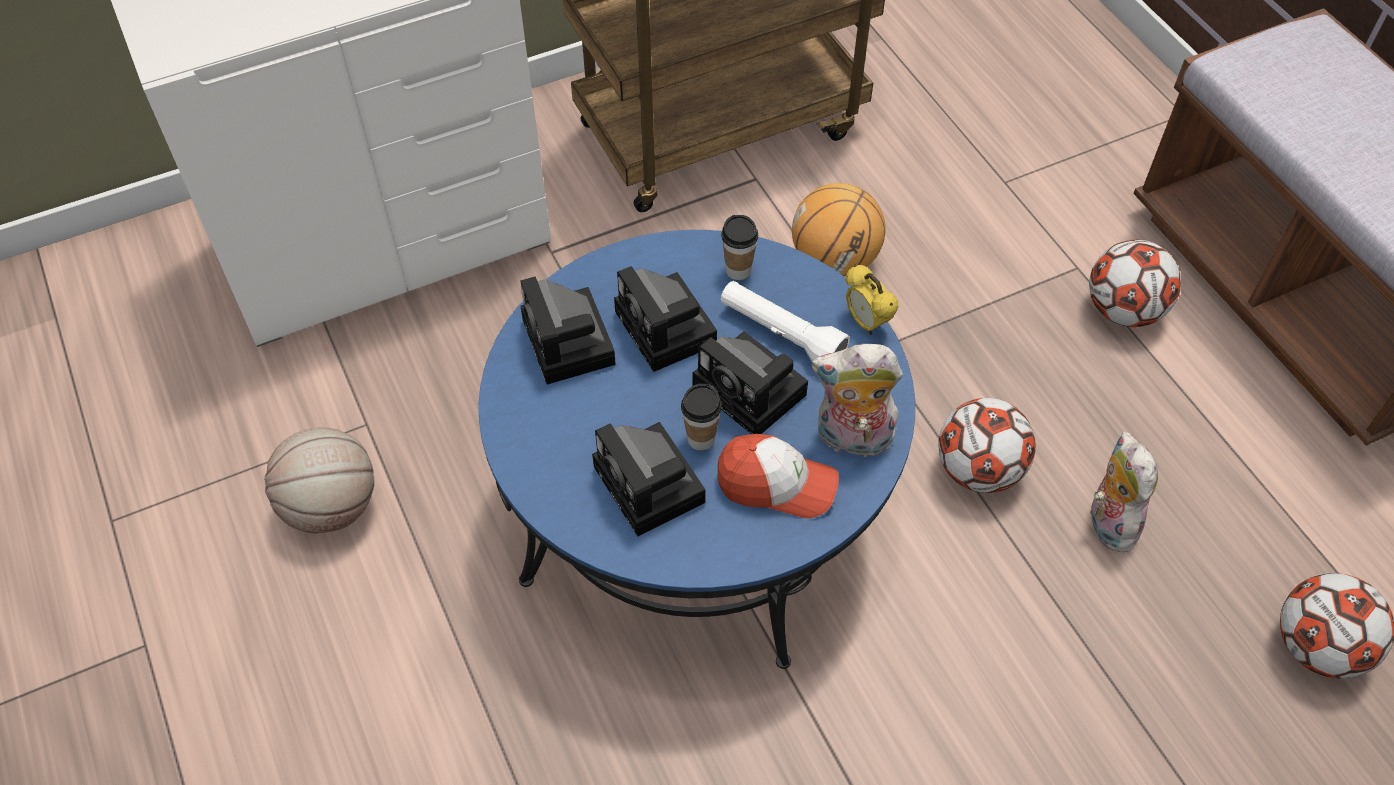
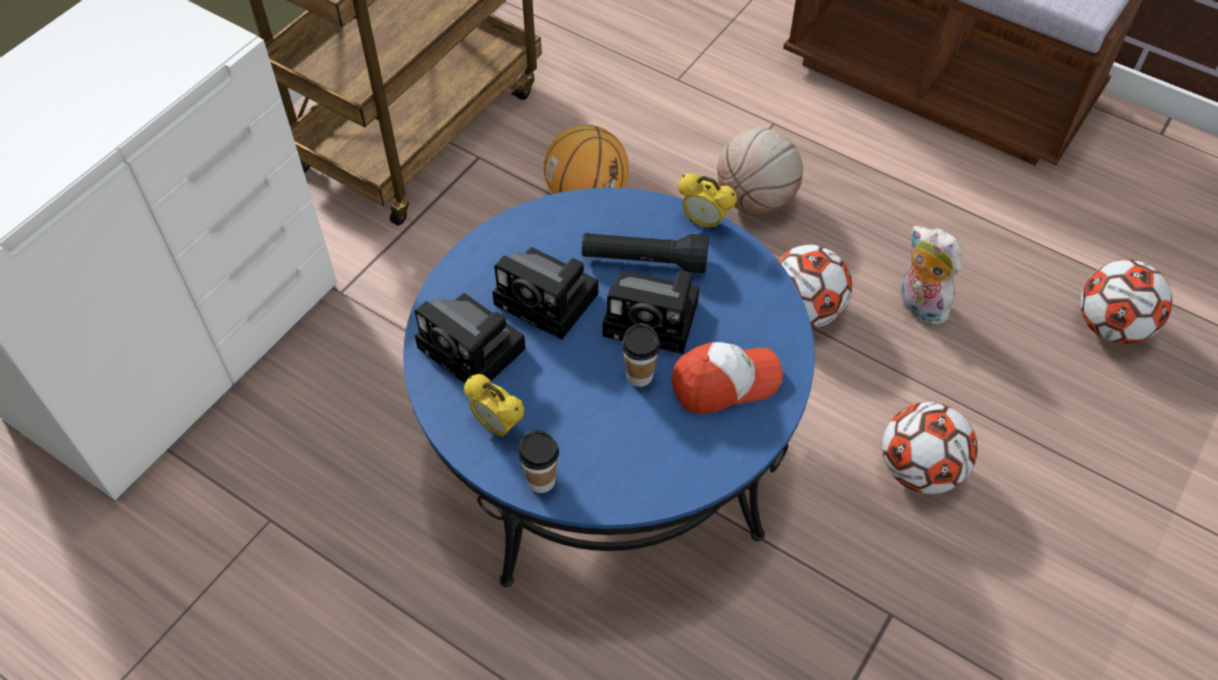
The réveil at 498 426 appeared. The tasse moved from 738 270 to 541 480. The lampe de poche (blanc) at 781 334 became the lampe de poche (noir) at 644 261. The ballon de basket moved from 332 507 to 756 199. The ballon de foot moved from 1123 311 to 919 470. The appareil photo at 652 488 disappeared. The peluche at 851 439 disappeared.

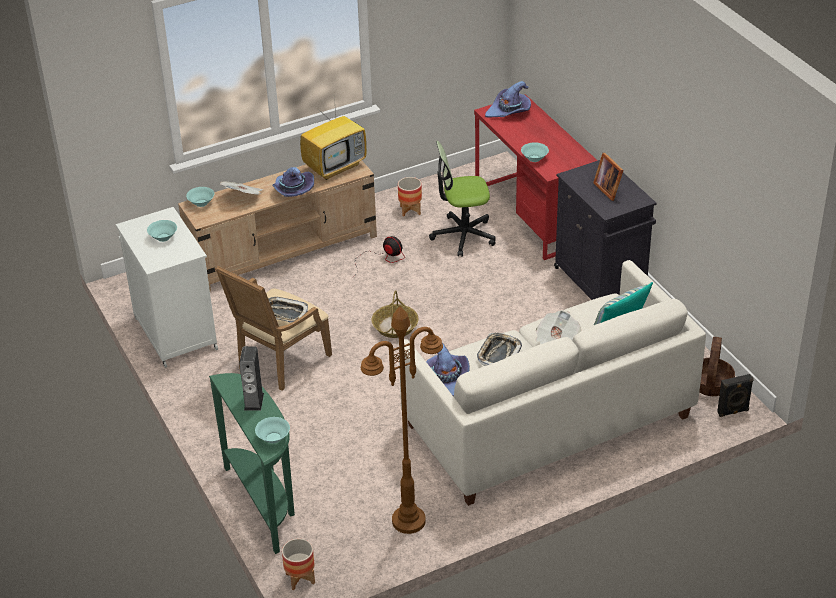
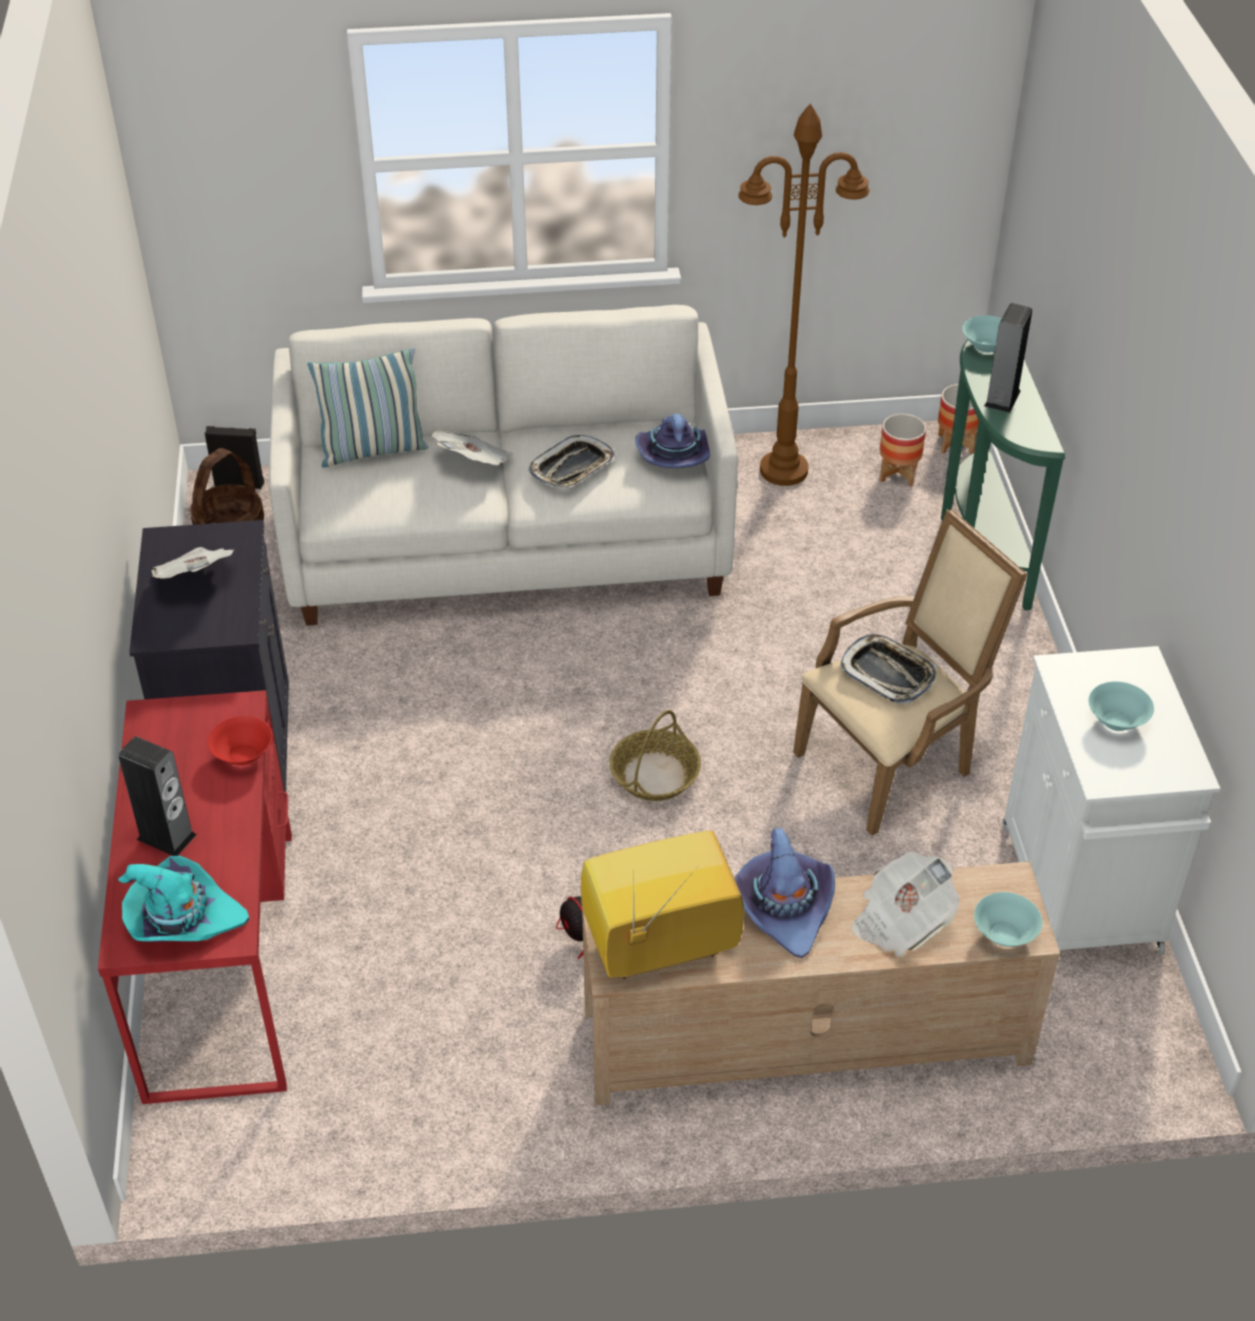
The enceinte at 166 837 appeared. The chapeau (violet) at 509 111 became the chapeau (turquoise) at 181 918. The cadre photo at 609 189 was replaced by the journal at 195 579. The bol (turquoise) at 534 158 became the bol (rouge) at 242 755. The cache-pot moved from 410 210 to 898 474. The chaise de bureau at 463 235 disappeared.

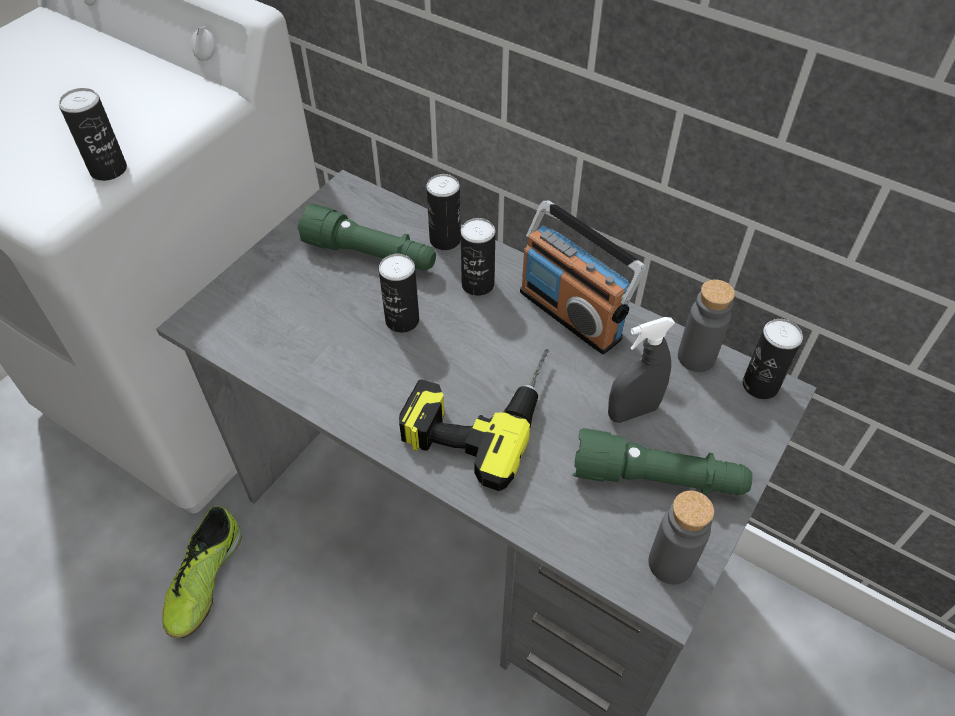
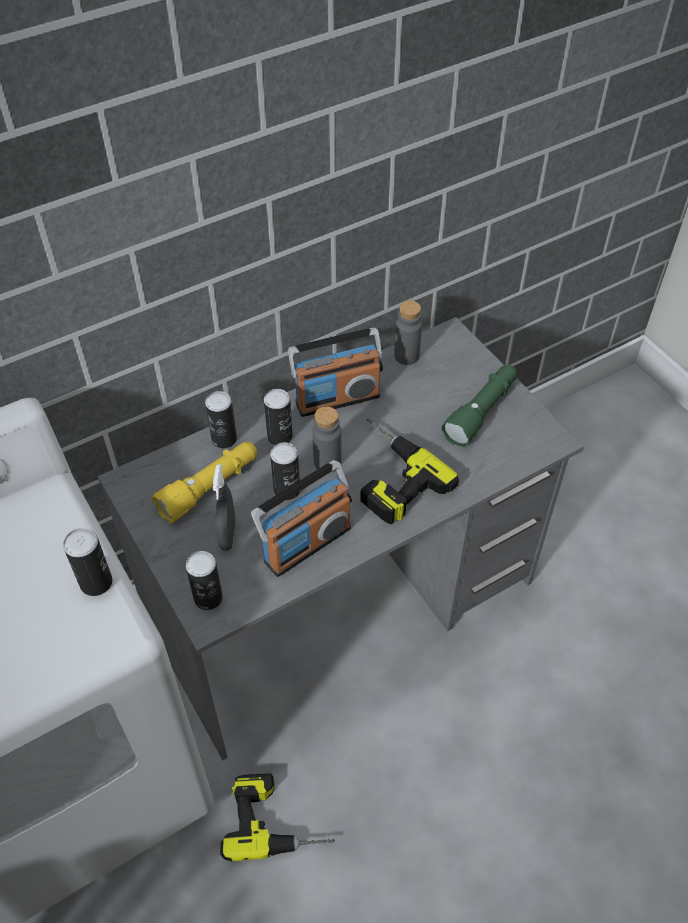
The lampe de poche (vert) at 371 255 became the lampe de poche (jaune) at 210 487. The boîte métallique moved from 760 385 to 208 598. The vaporisateur (gris) moved from 632 412 to 227 536. The chaussure at 204 579 was replaced by the perceuse at 278 819. The radio at 306 543 appeared. The bouteille (gris) moved from 670 563 to 327 462.

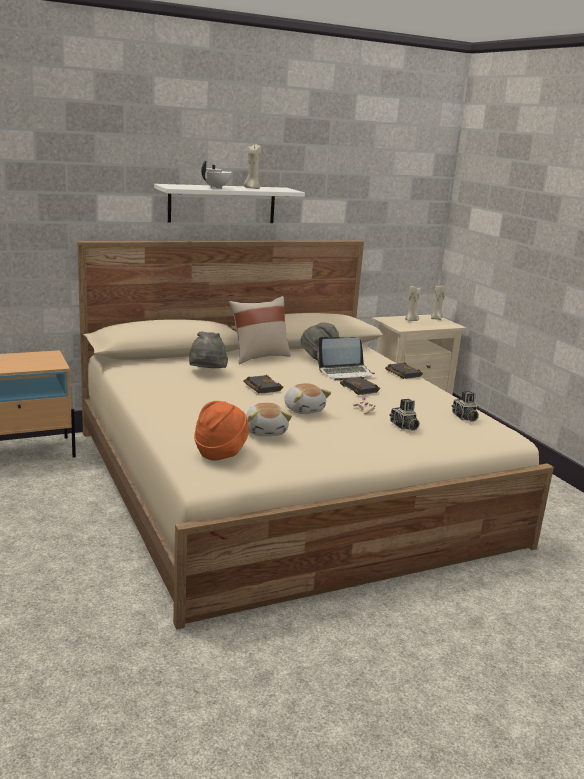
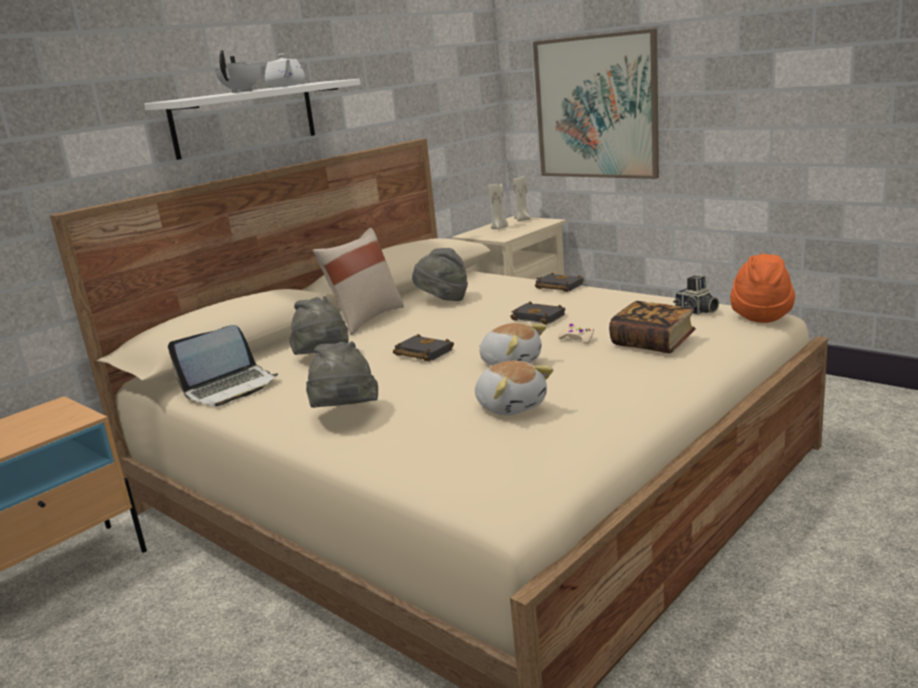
The ordinateur portable moved from 345 373 to 230 387. The bougie (beige) at 251 188 was replaced by the théière (blanc) at 286 86. The chapeau (gris) at 345 415 appeared. The tableau at 596 107 appeared. The appareil photo at 403 426 was replaced by the livre at 652 343. The chapeau (orange) moved from 221 452 to 761 315.

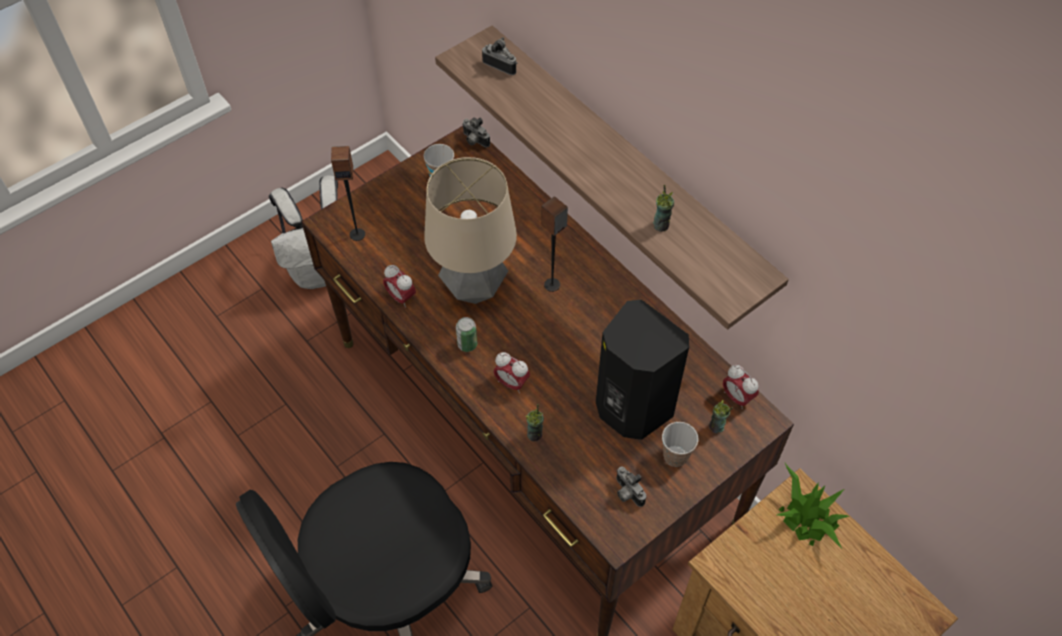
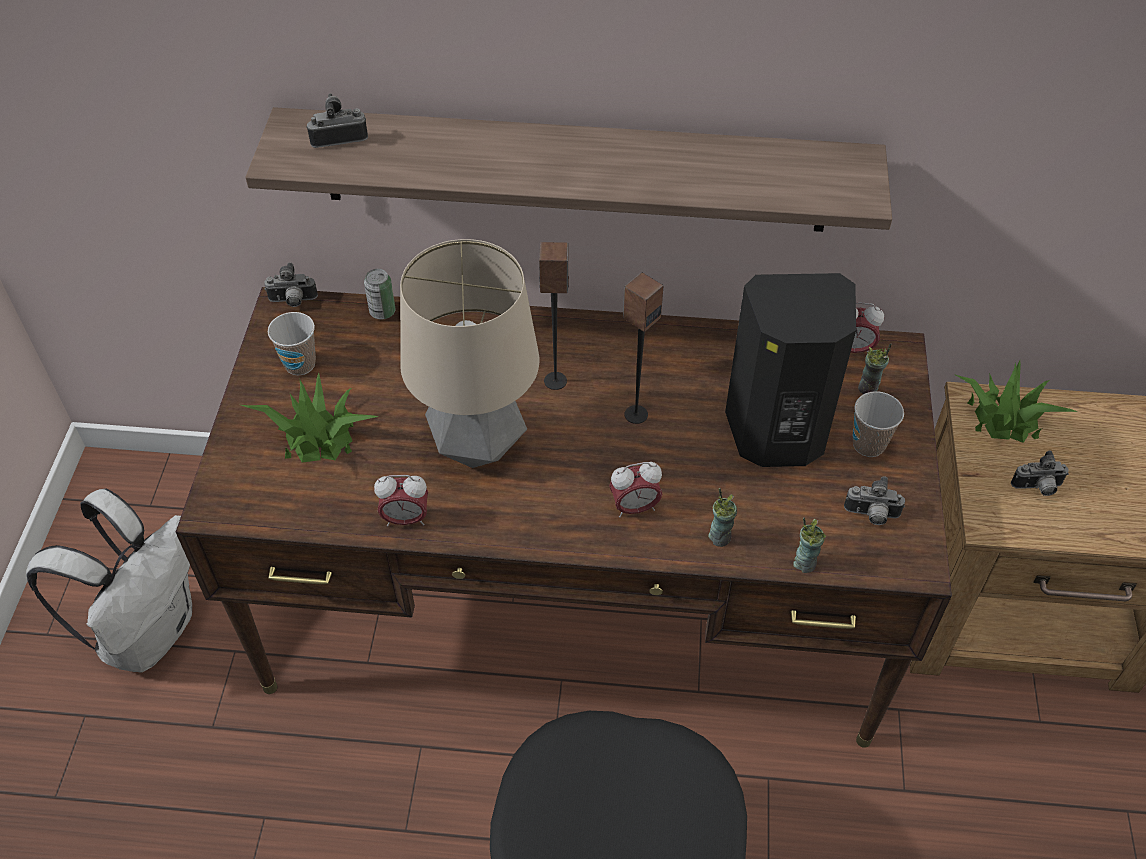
The plante en pot at 317 436 appeared. The boîte métallique moved from 467 344 to 382 312. The enceinte moved from 357 234 to 635 414. The tasse moved from 661 225 to 804 563. The appareil photo at 1037 488 appeared.

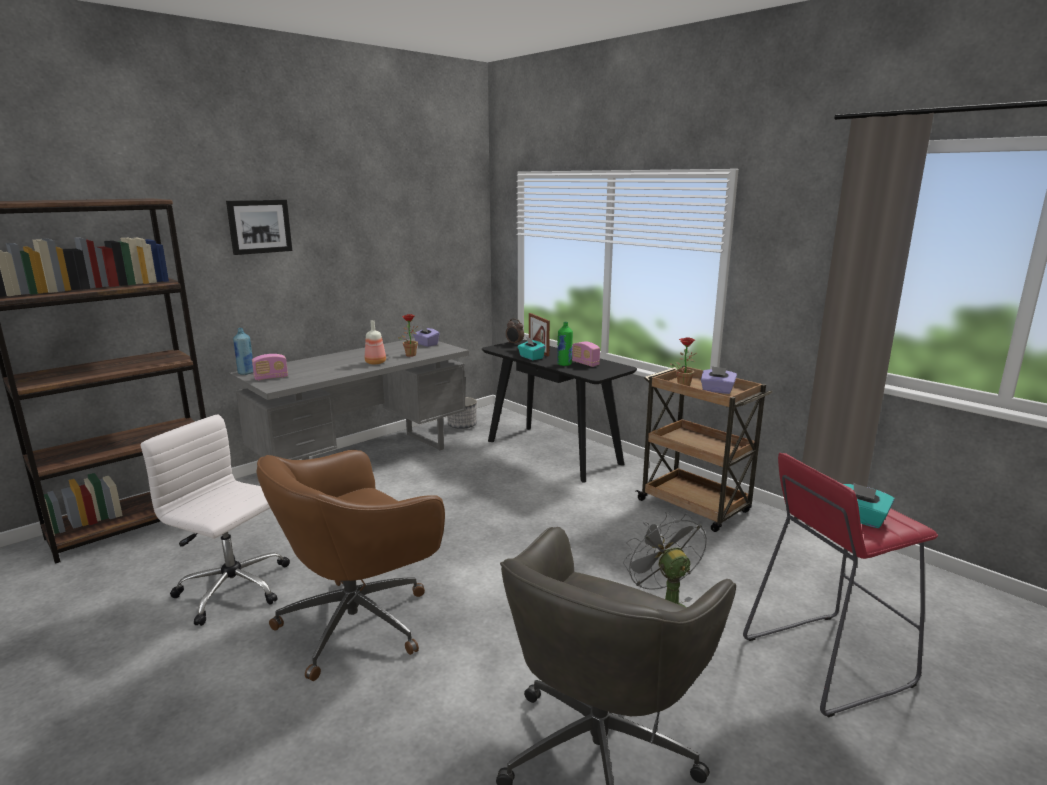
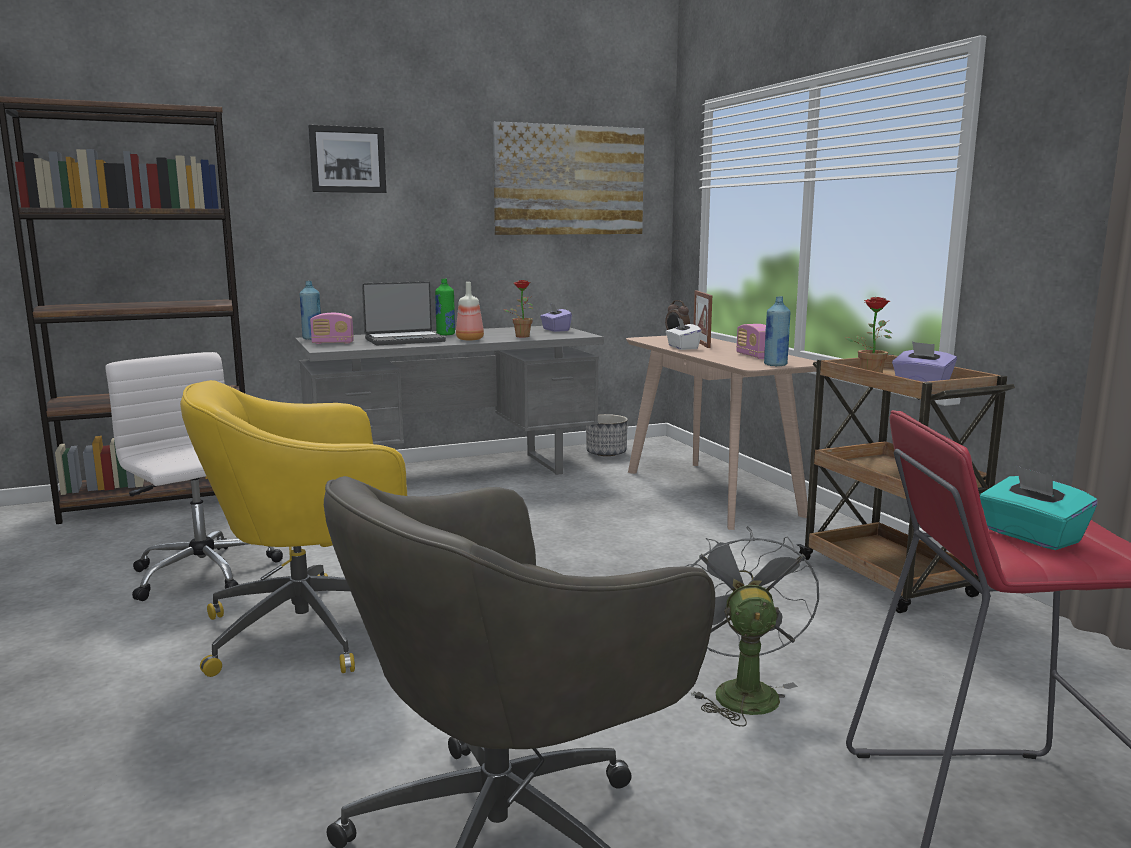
The chaise de bureau (marron) at 359 622 became the chaise de bureau (jaune) at 312 629. The ordinateur portable at 404 340 appeared. The bouteille (vert) moved from 564 364 to 445 334. The tableau at 570 180 appeared. The table console (noir) at 554 452 became the table console (beige) at 712 492. The boîte à mouchoirs (turquoise) at 531 357 became the boîte à mouchoirs (blanc) at 682 347. The bouteille (bleu) at 775 365 appeared.

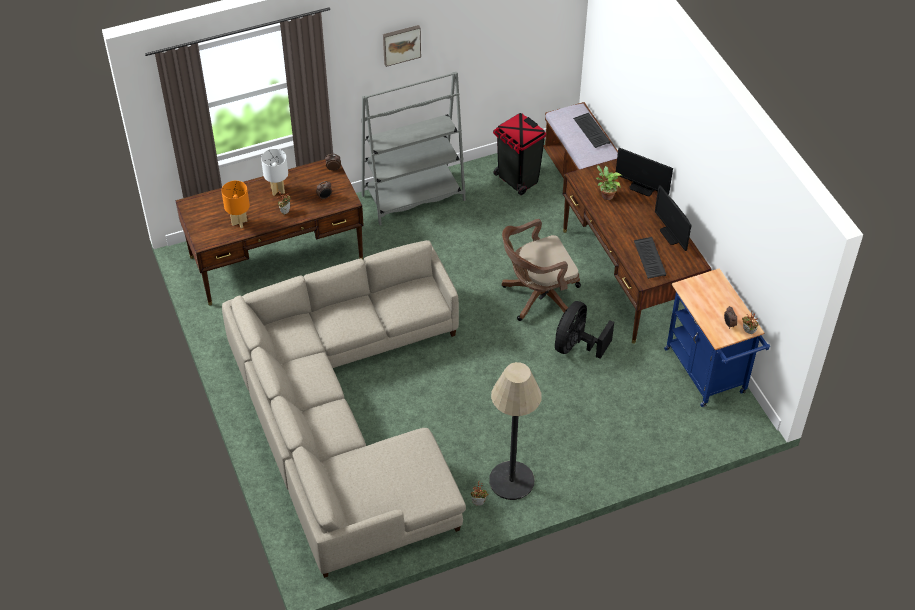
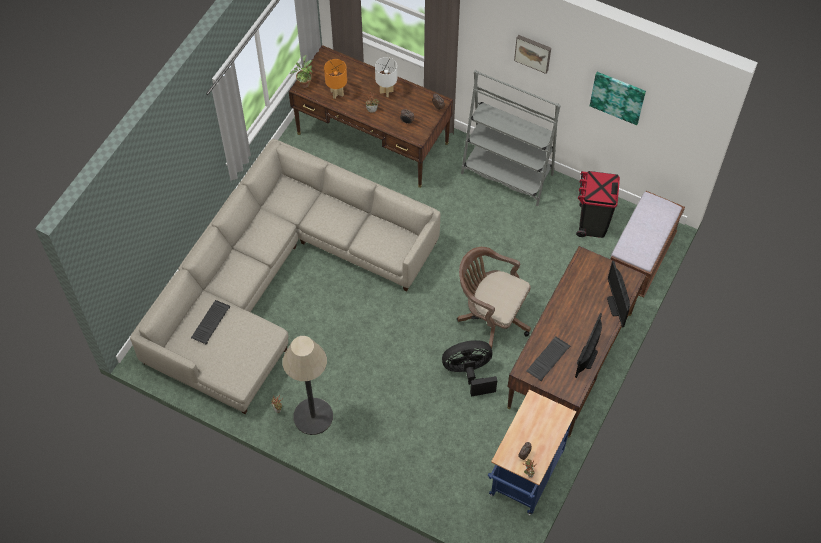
The clavier moved from 590 131 to 210 322. The plante en pot moved from 606 195 to 304 82. The tableau at 618 97 appeared.

